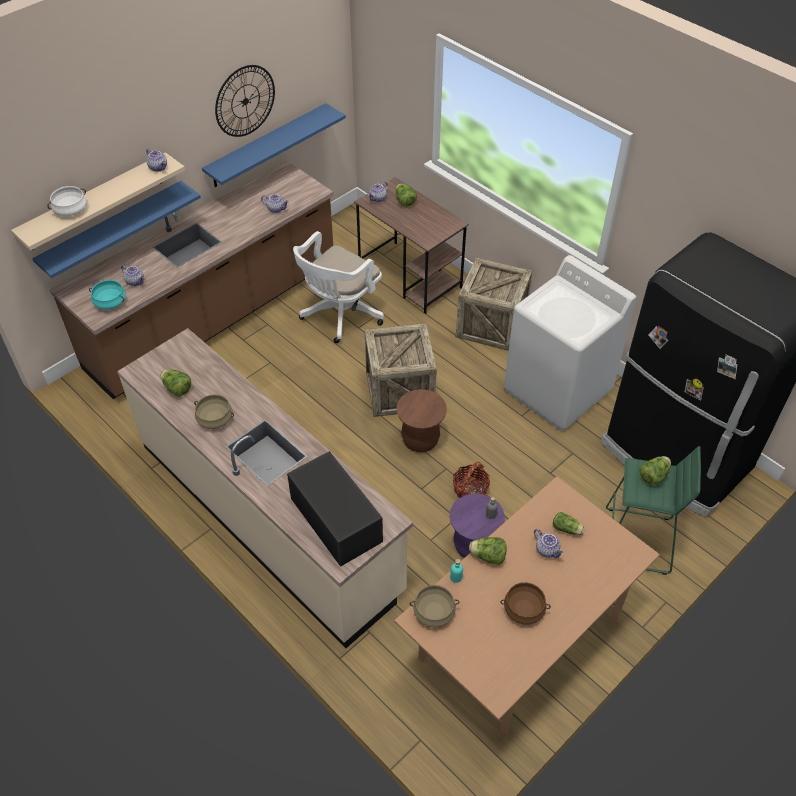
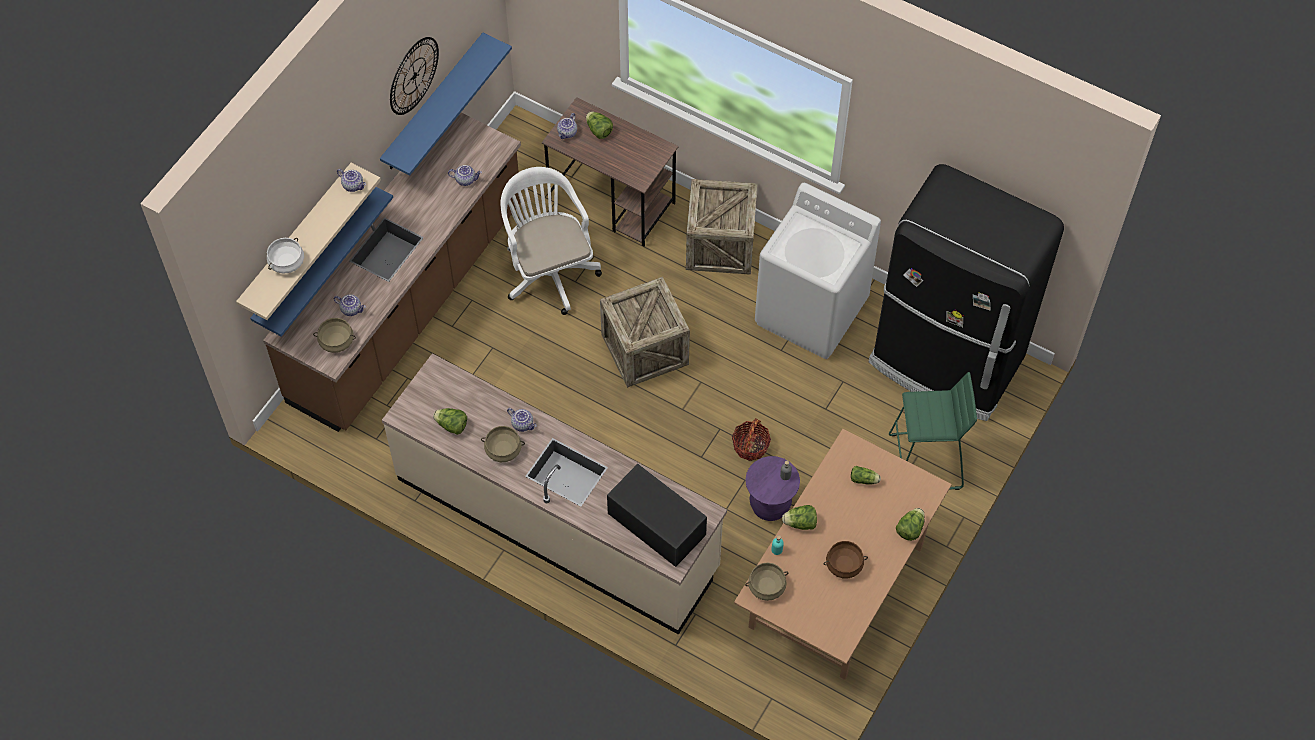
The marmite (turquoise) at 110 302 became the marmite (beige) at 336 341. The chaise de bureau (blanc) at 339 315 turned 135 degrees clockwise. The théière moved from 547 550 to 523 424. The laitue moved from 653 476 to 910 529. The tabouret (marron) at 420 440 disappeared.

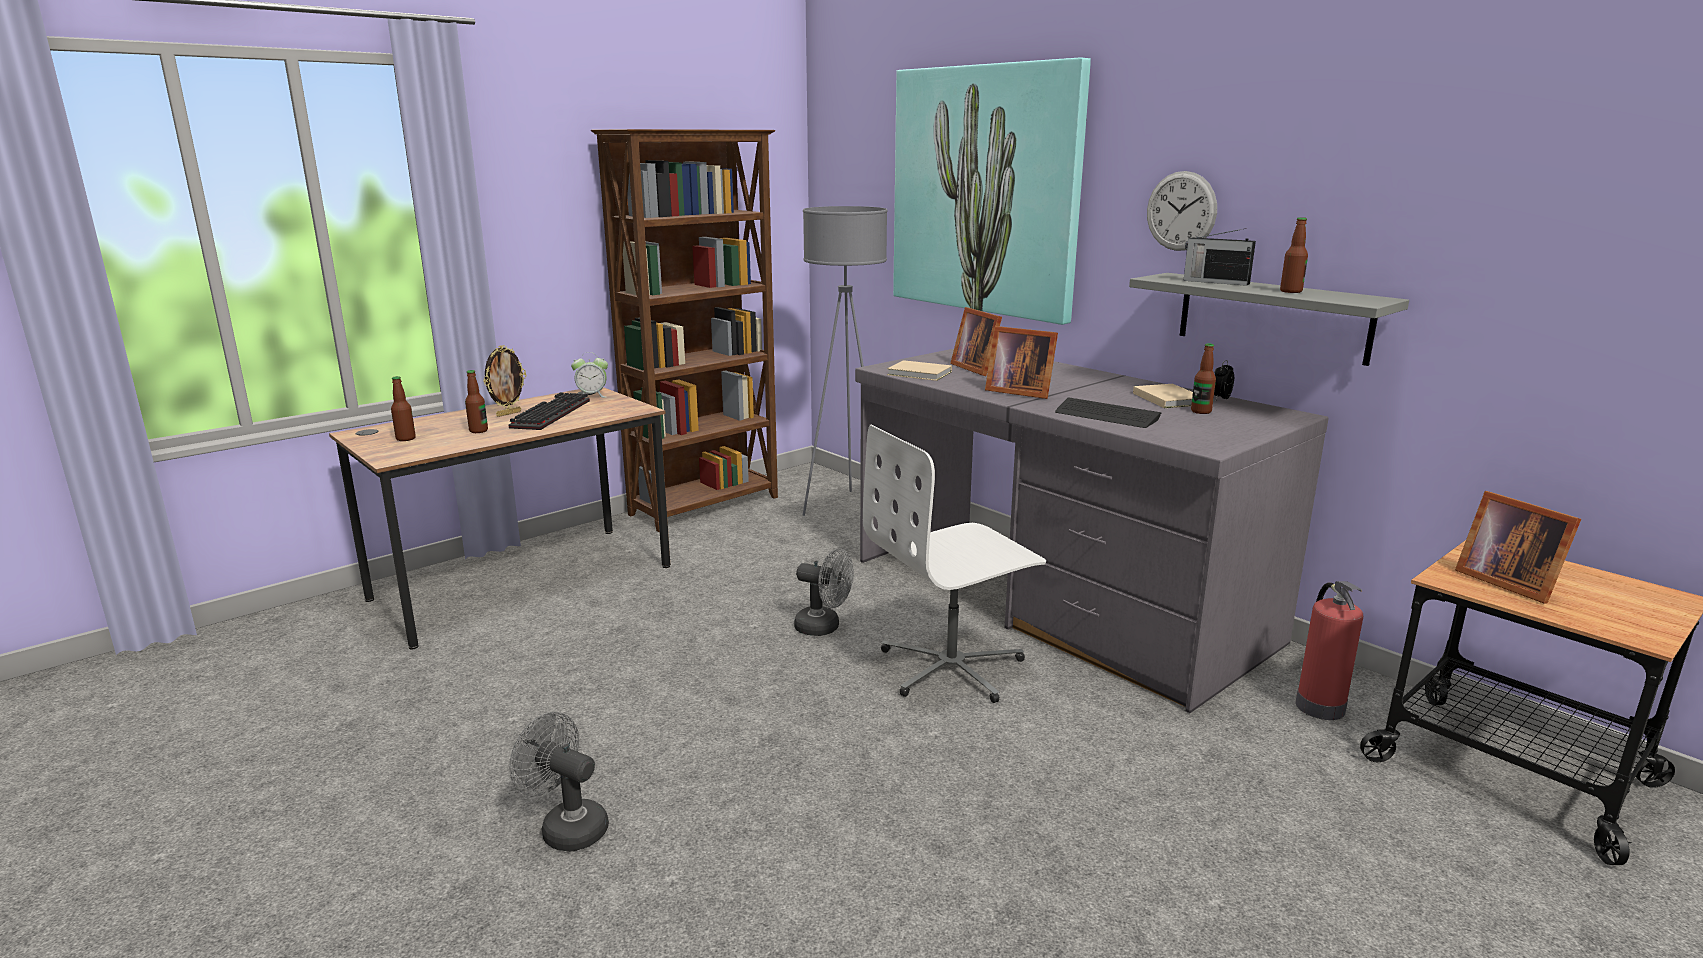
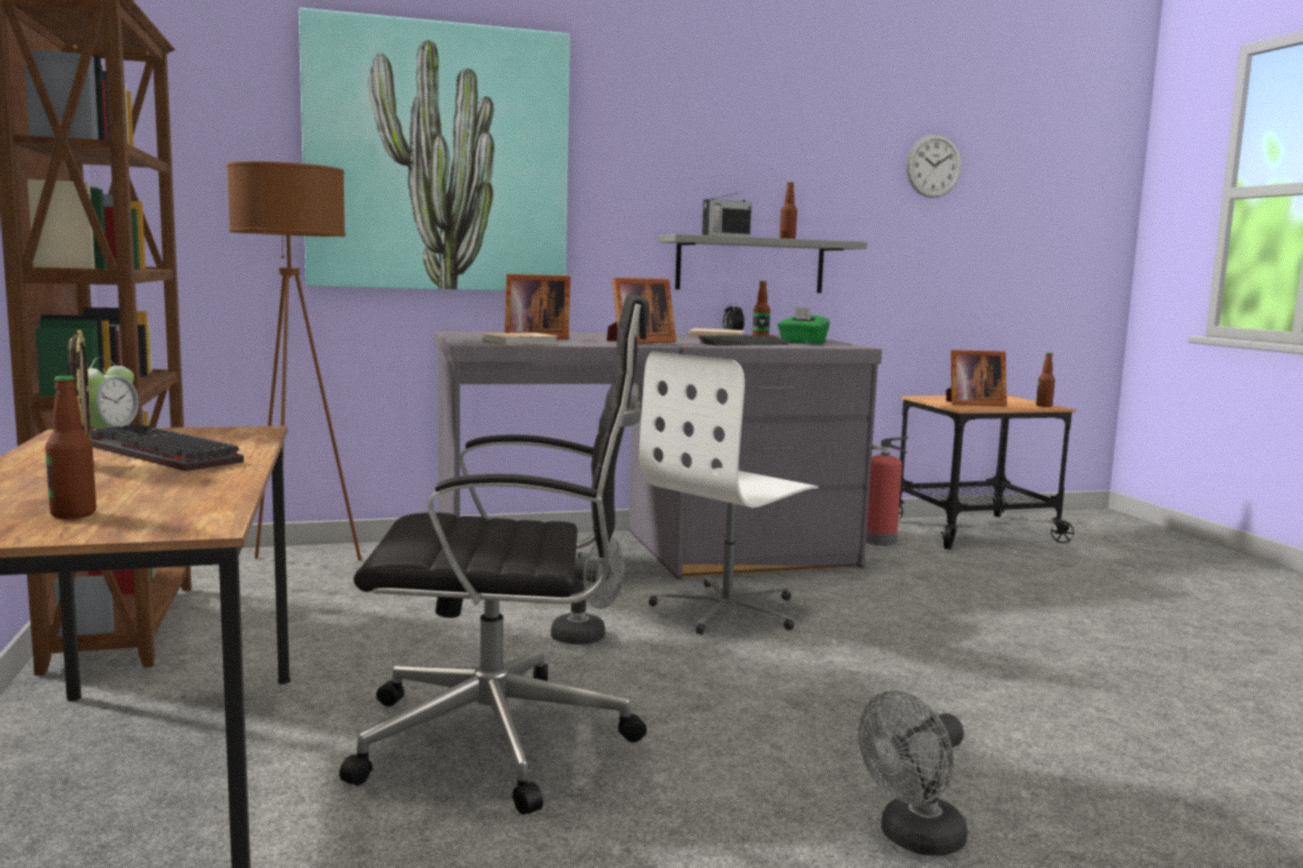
The lampadaire (gris) at 846 507 became the lampadaire (marron) at 298 568. The chaise de bureau (noir) at 503 740 appeared. The ventilateur (gris) at 824 627 turned 60 degrees clockwise. The chaise de bureau (blanc) at 952 667 turned 45 degrees clockwise. The boîte à mouchoirs (vert) at 802 343 appeared. The horloge murale moved from 1181 211 to 933 166. The bouteille moved from 478 431 to 1044 406.

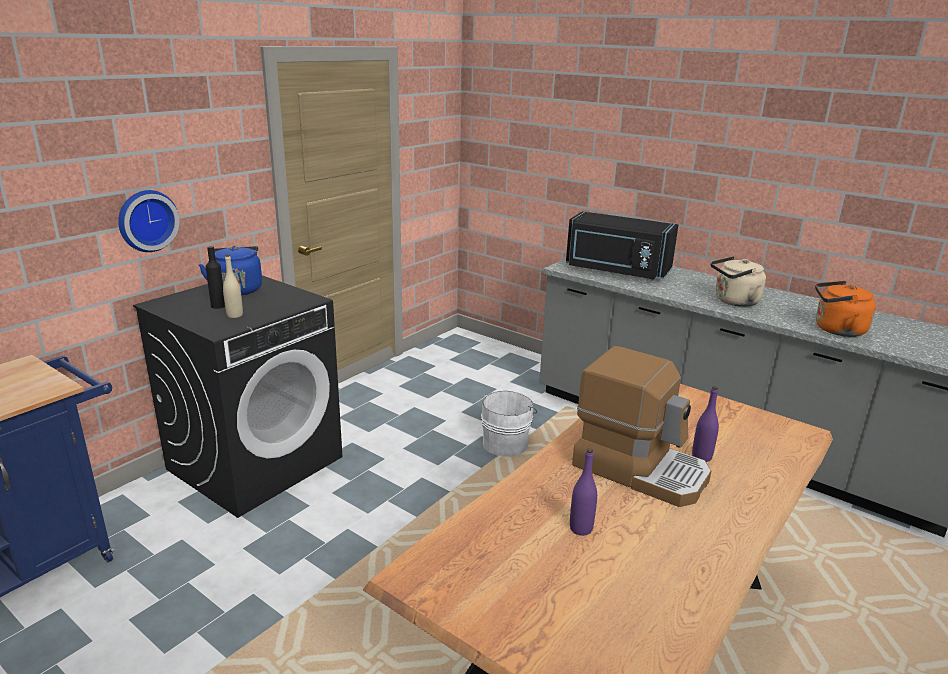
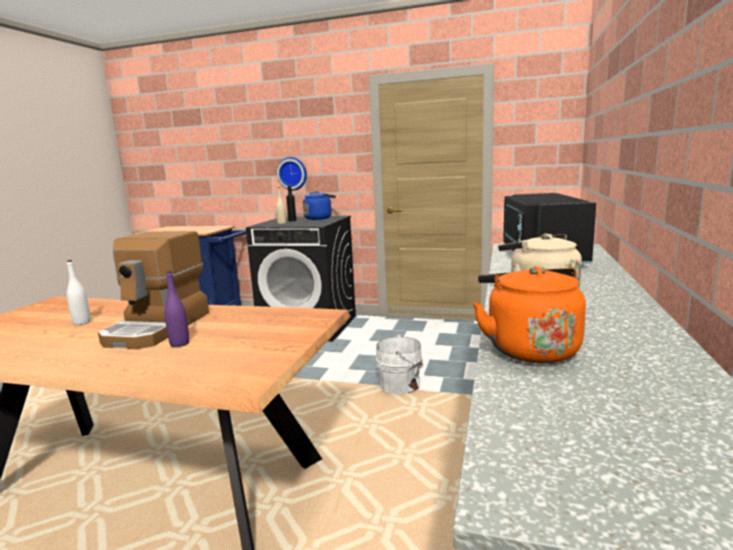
The bouteille (violet) at 581 528 became the bouteille (blanc) at 82 322.

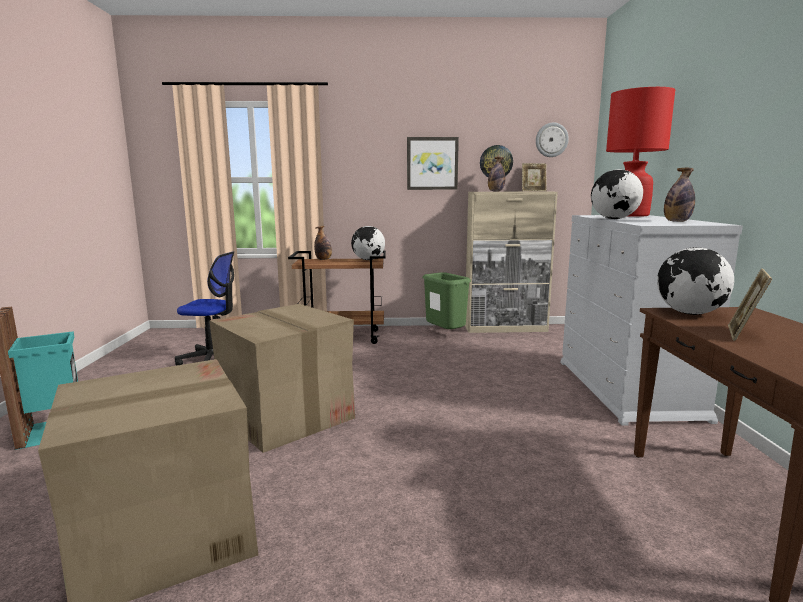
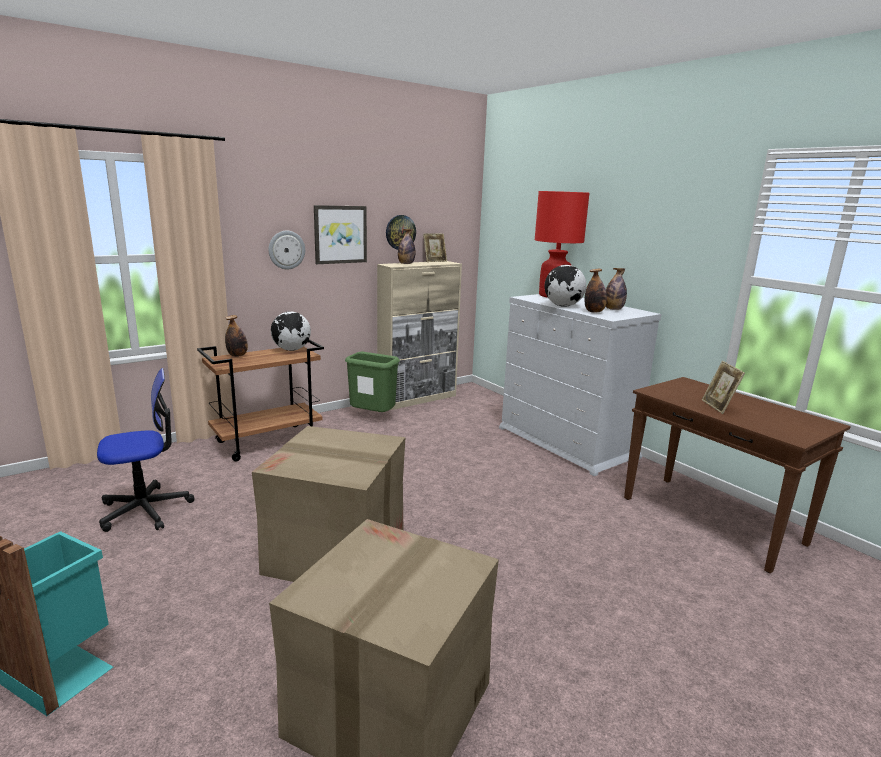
The horloge murale moved from 551 140 to 286 250. The bouteille at 594 312 appeared. The globe at 690 313 disappeared.

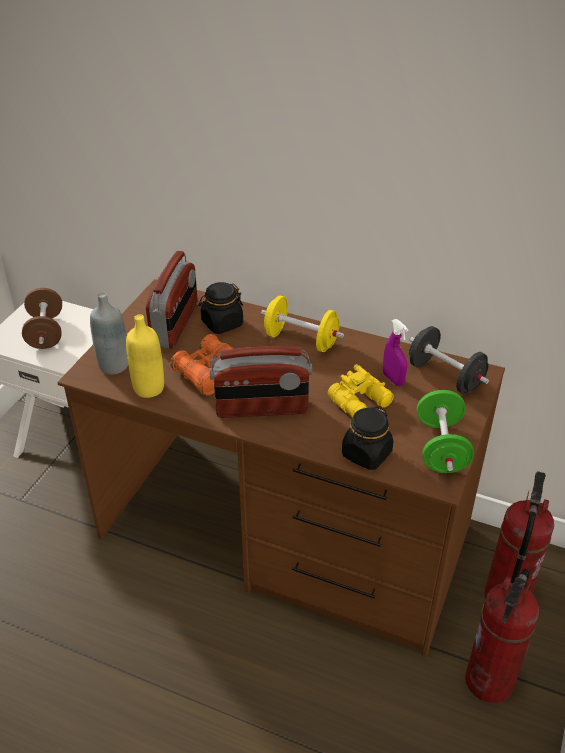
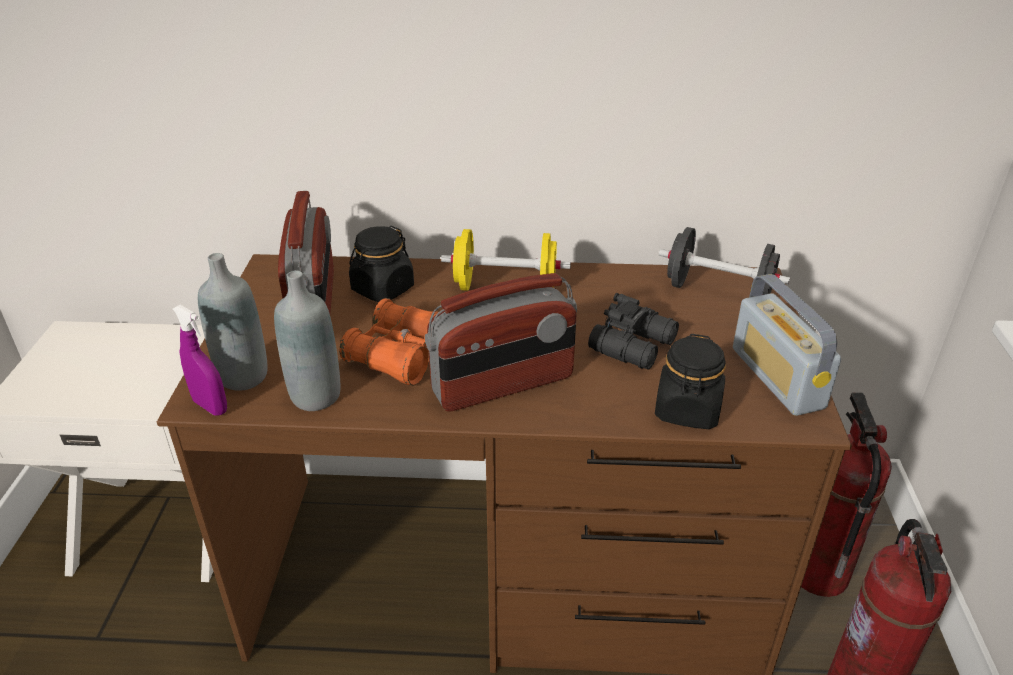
The vaporisateur (violet) moved from 393 379 to 210 406. The bouteille (jaune) at 148 388 became the bouteille (gris) at 315 396. The jumelles (jaune) at 361 402 became the jumelles (noir) at 635 345. The haltère (vert) at 441 448 was replaced by the radio at 777 378. The haltère (marron) at 46 332 disappeared.

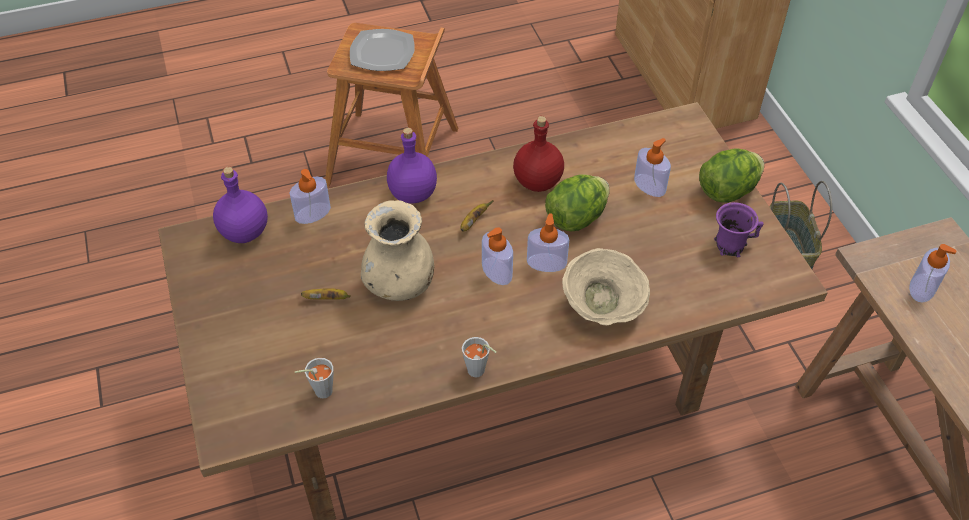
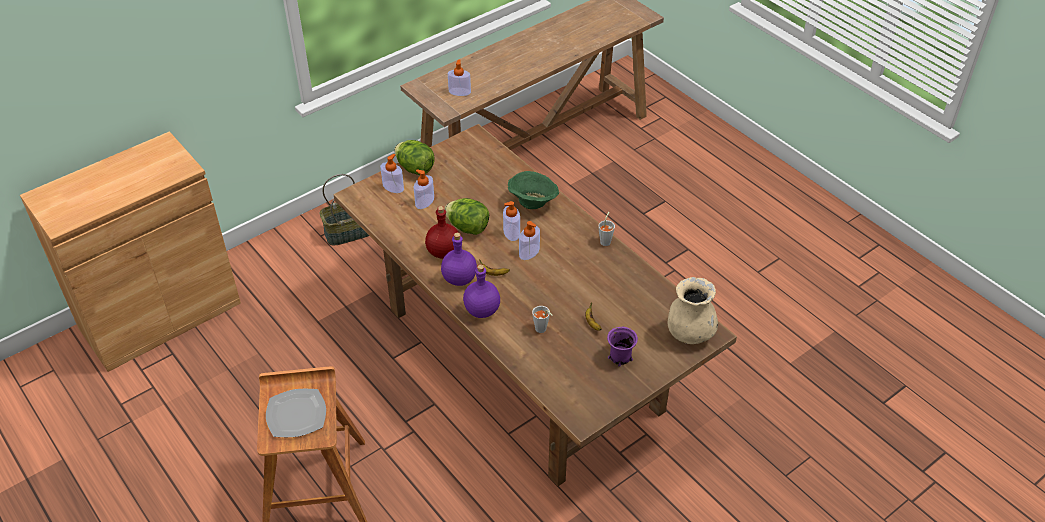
The distributeur de savon moved from 312 213 to 393 187. The bouteille (violet) moved from 245 233 to 460 278. The bol (beige) at 603 307 became the bol (vert) at 533 202. The tasse (gris) moved from 319 391 to 542 330. The mug (violet) moved from 729 245 to 620 357. The vase (beige) moved from 399 284 to 689 333.

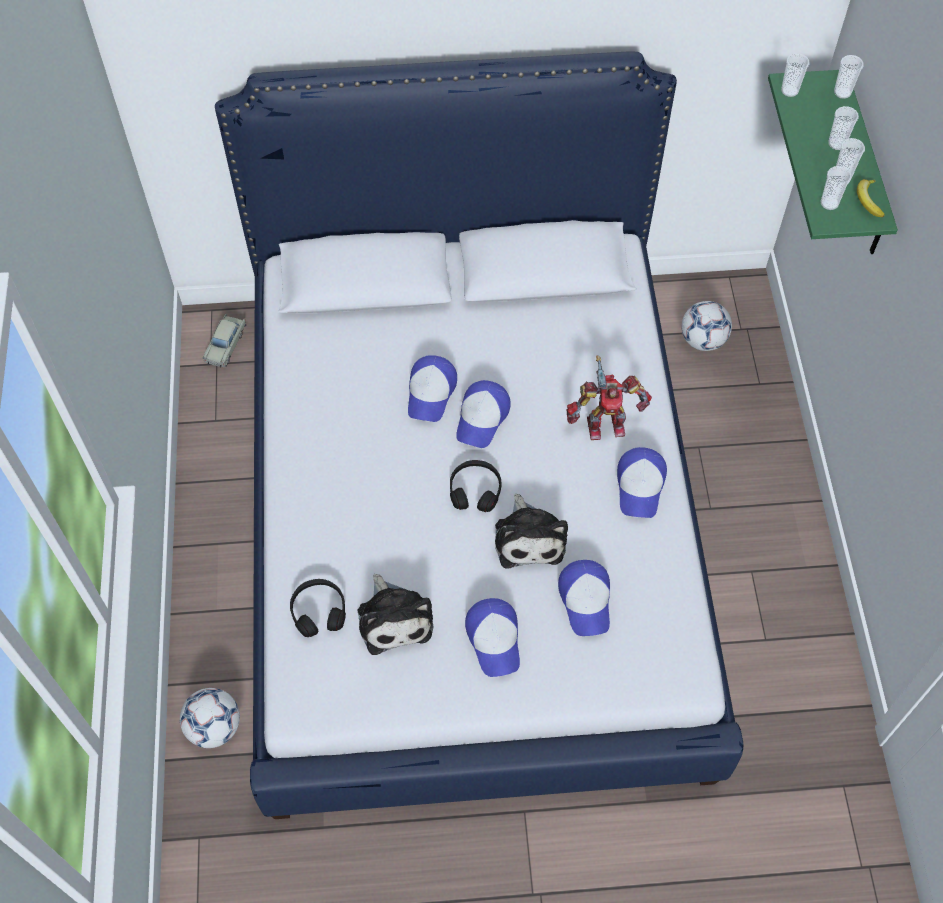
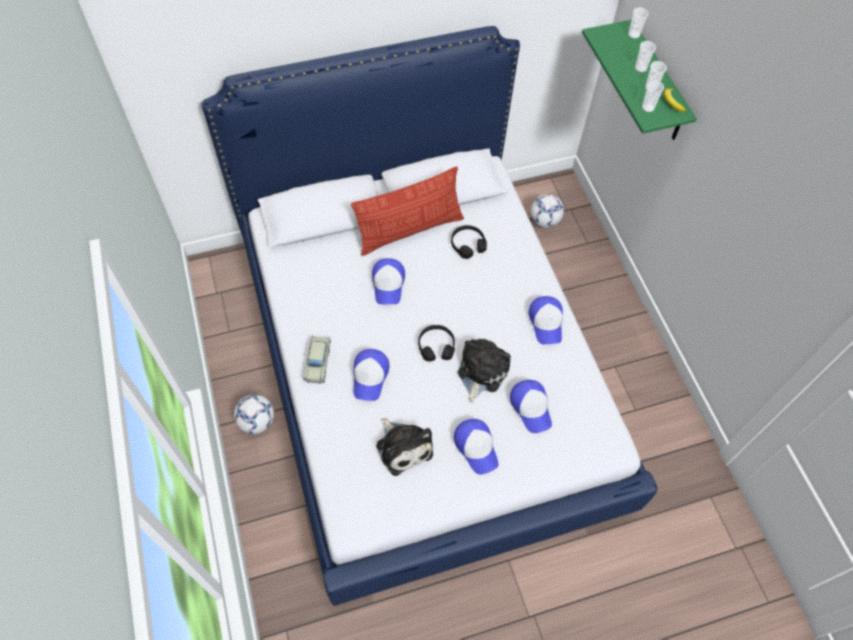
The ballon de foot moved from 214 727 to 257 421. The petite voiture (beige) moved from 226 345 to 318 362. The coussin at 409 230 appeared. The casquette moved from 482 418 to 370 376. The casque audio (noir) moved from 318 611 to 467 244. The peluche at 529 537 turned 135 degrees counterclockwise. The robot jouet at 604 424 disappeared. The tasse at 789 91 disappeared.

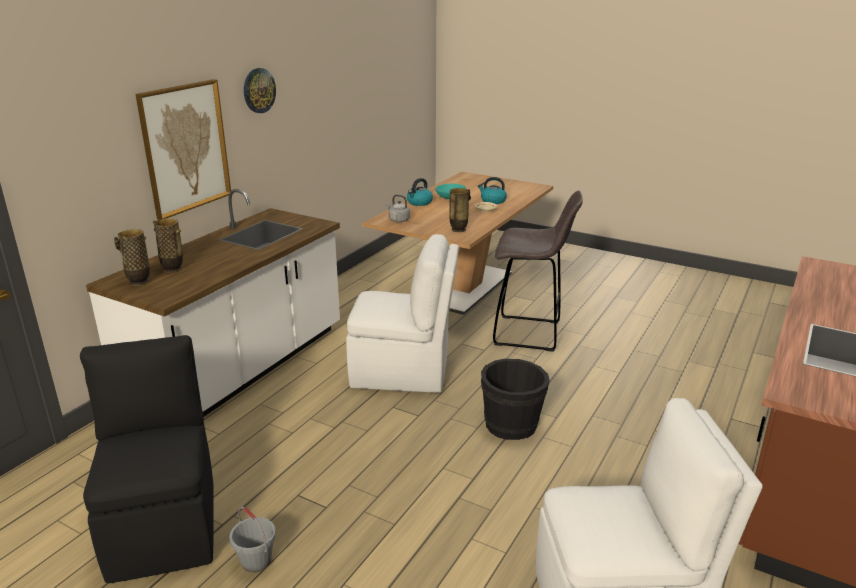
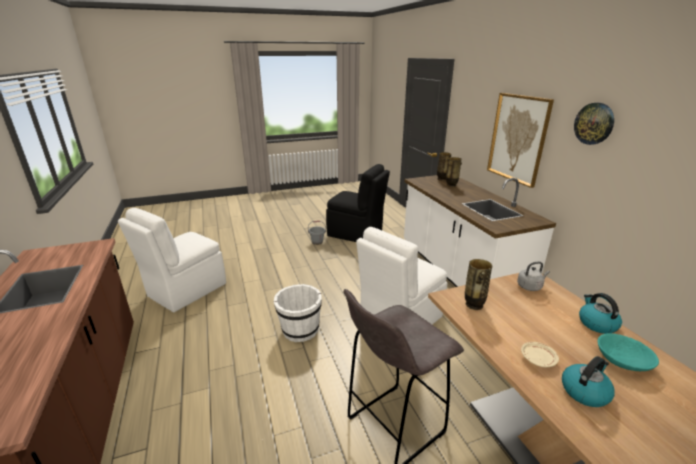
The seau (noir) at 511 425 became the seau (blanc) at 300 330.

